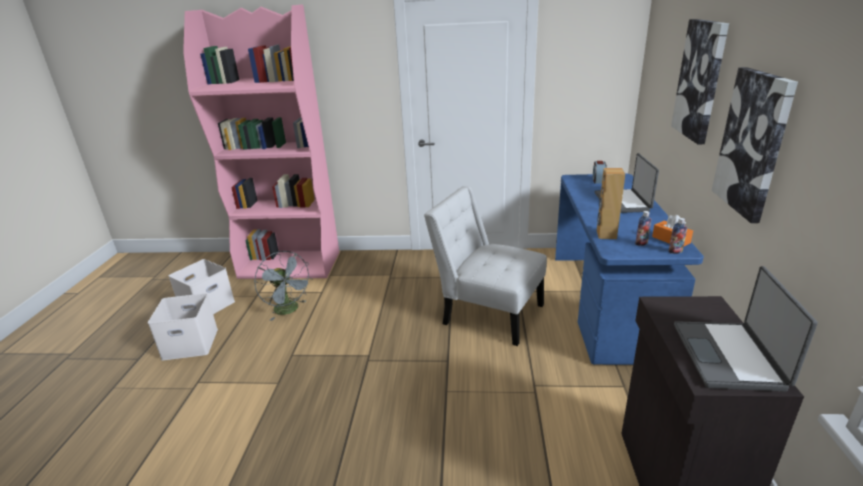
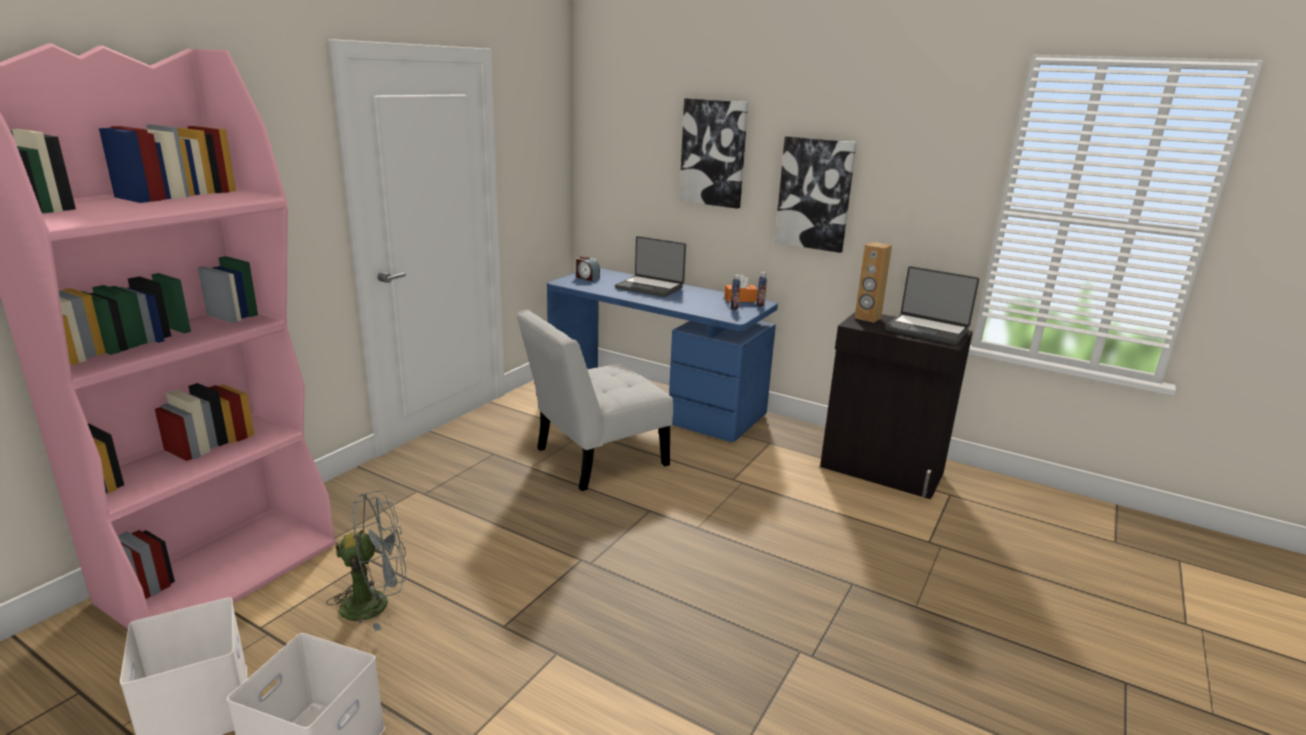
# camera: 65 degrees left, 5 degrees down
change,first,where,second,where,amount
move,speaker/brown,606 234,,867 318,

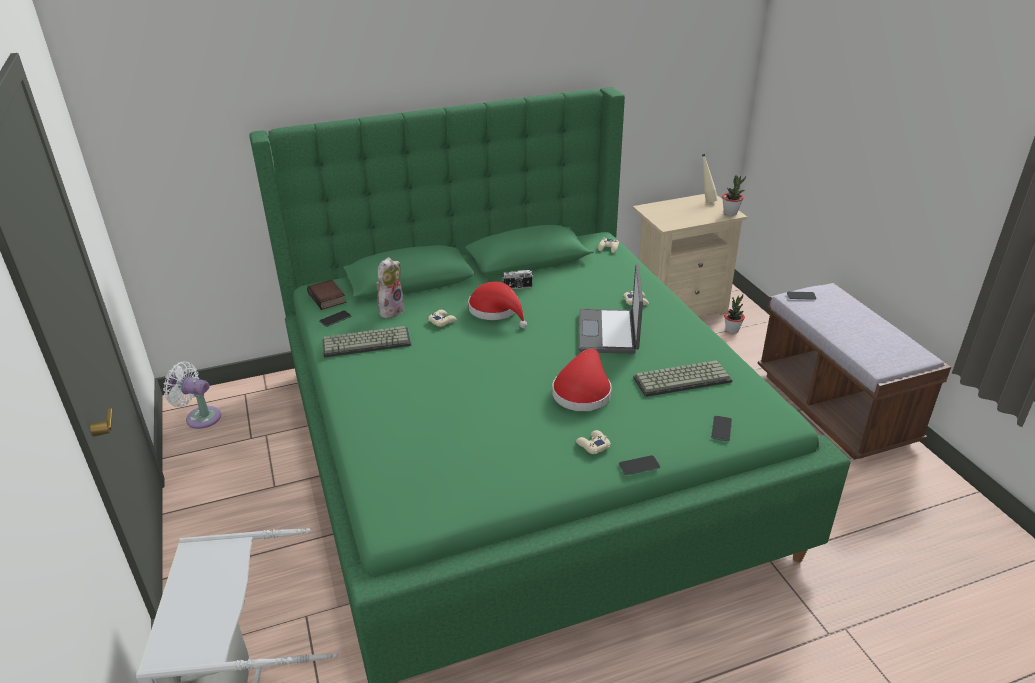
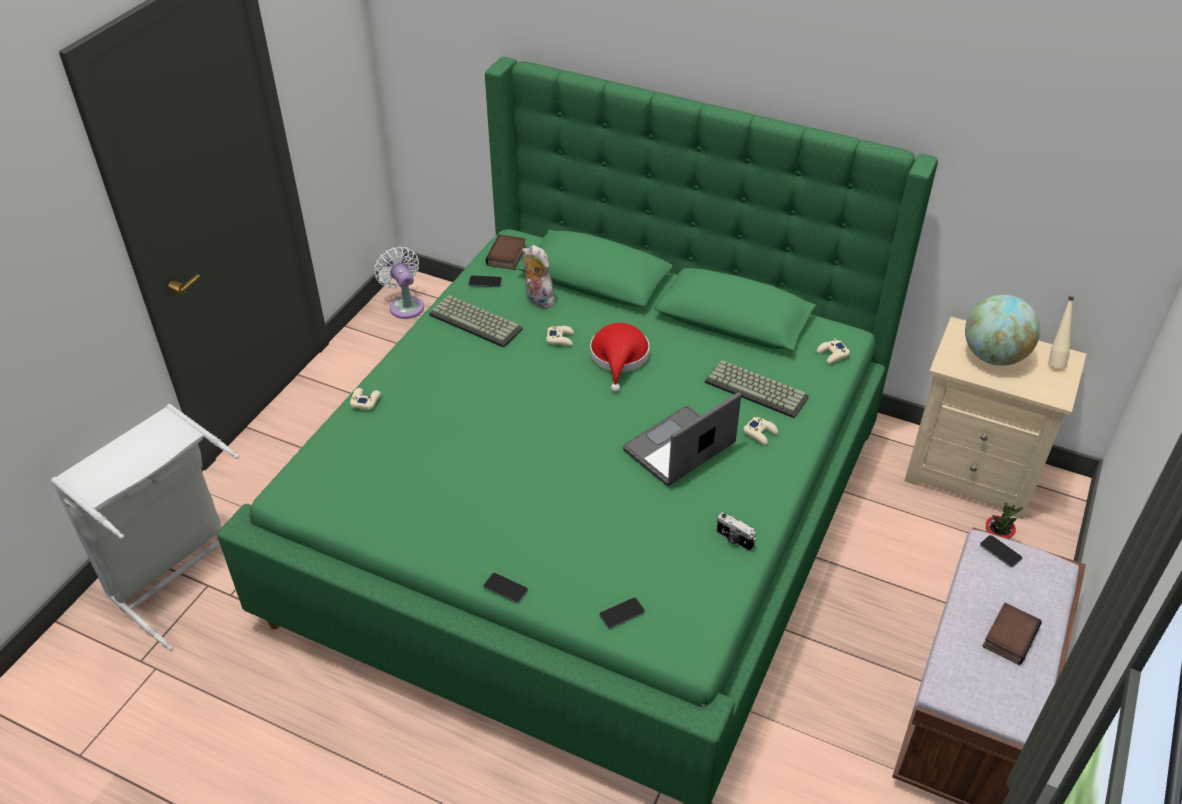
# camera: 45 degrees right, 10 degrees up
change,first,where,second,where,amount
rotate,plush toy,391 310,,537 300,120 degrees counterclockwise
move,photo camera,518 287,,734 540,
delete,hat/red,582 391,,,
move,game controller/beige,593 445,,365 401,
move,keyboard,682 379,,758 389,
delete,potted plant,730 213,,,
insert,,,globe,993 356,
insert,,,book,1009 635,

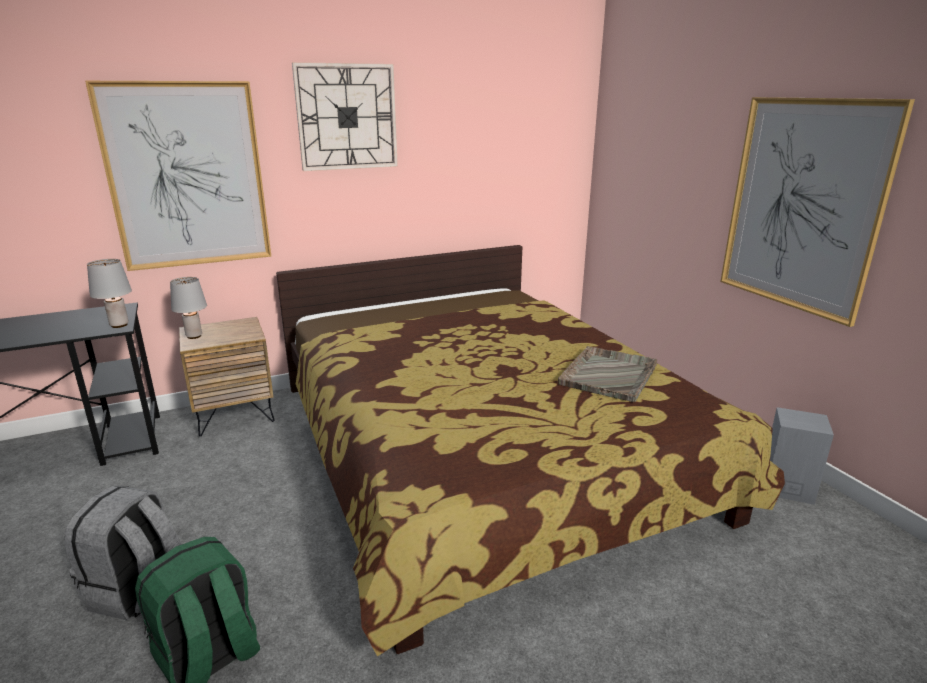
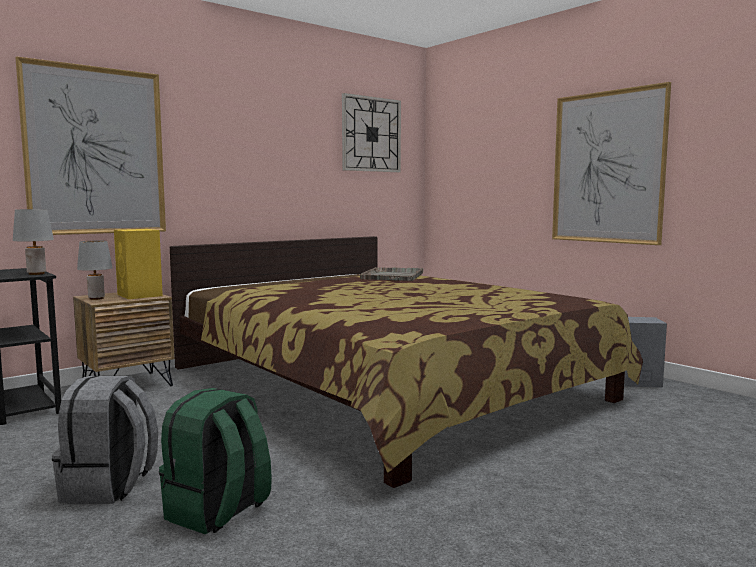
# camera: 15 degrees left, 15 degrees down
change,first,where,second,where,amount
move,wall clock,347 117,,371 134,
move,tray/grey,609 374,,393 276,
insert,,,speaker/yellow,140 295,

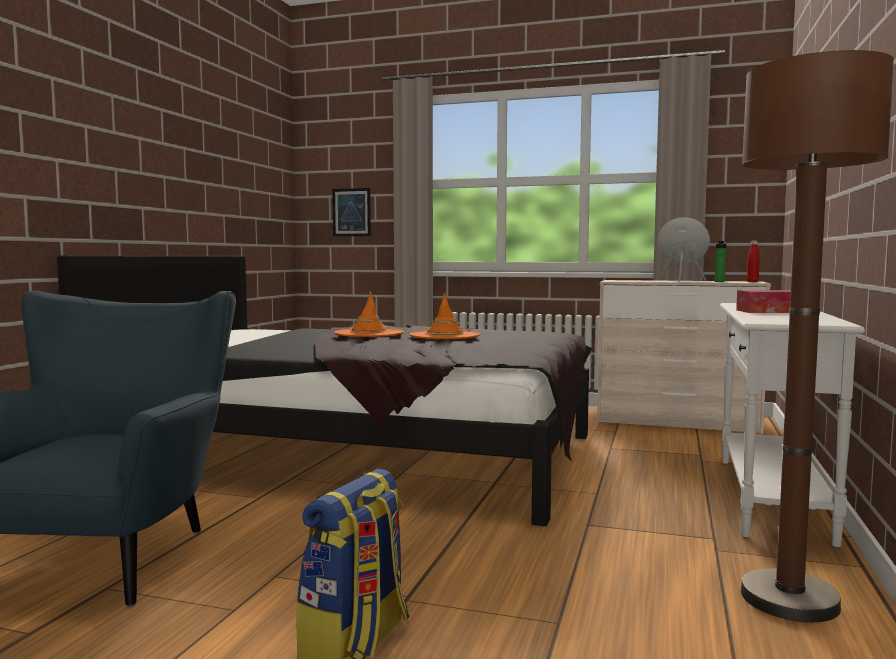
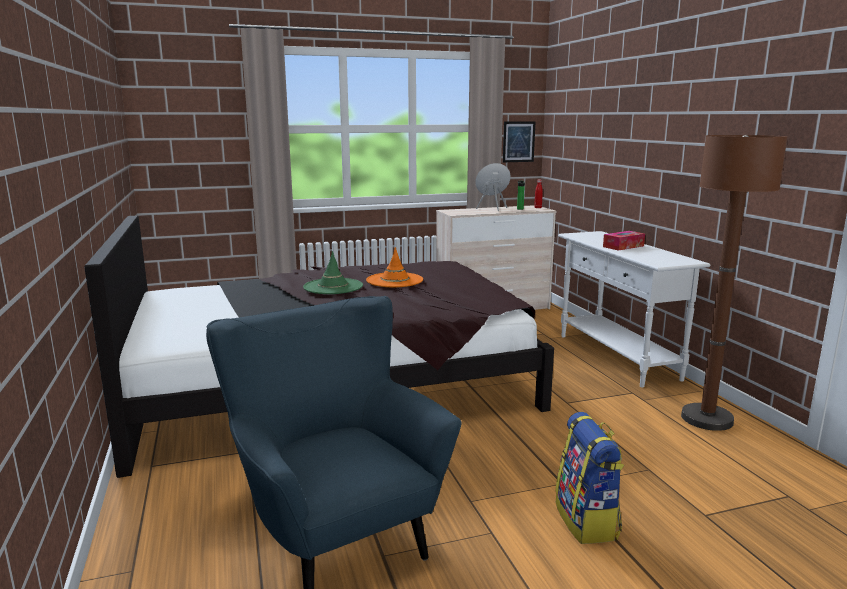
# camera: 35 degrees left, 10 degrees up
change,first,where,second,where,amount
move,picture,351 212,,518 141,
recolor,hat/orange,369 333,hat/green,333 286,

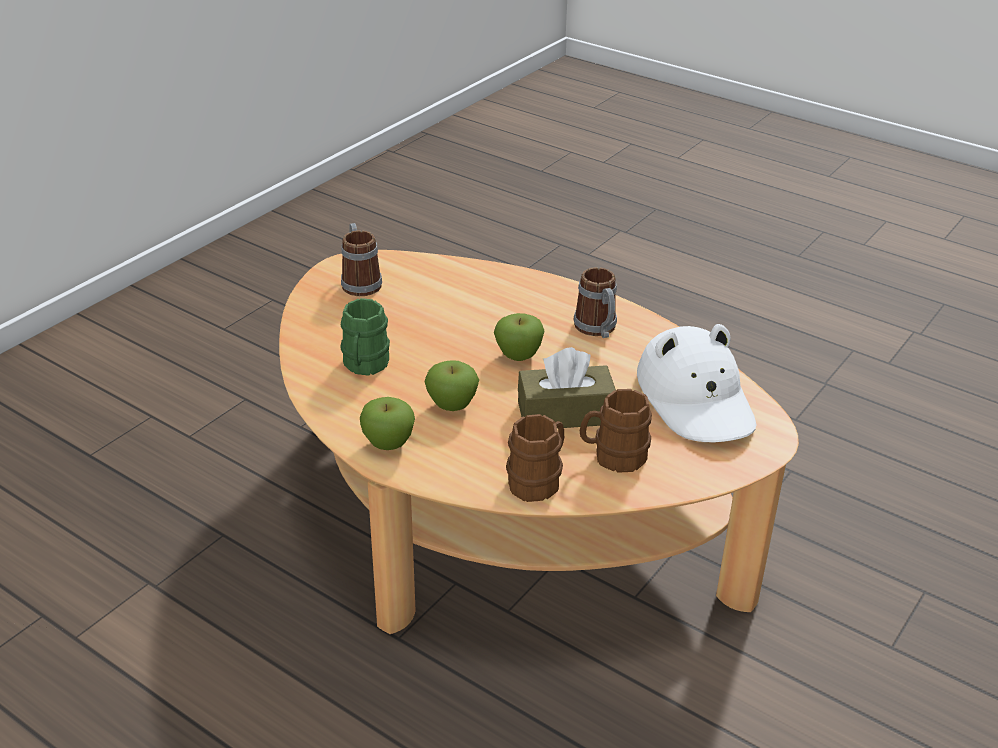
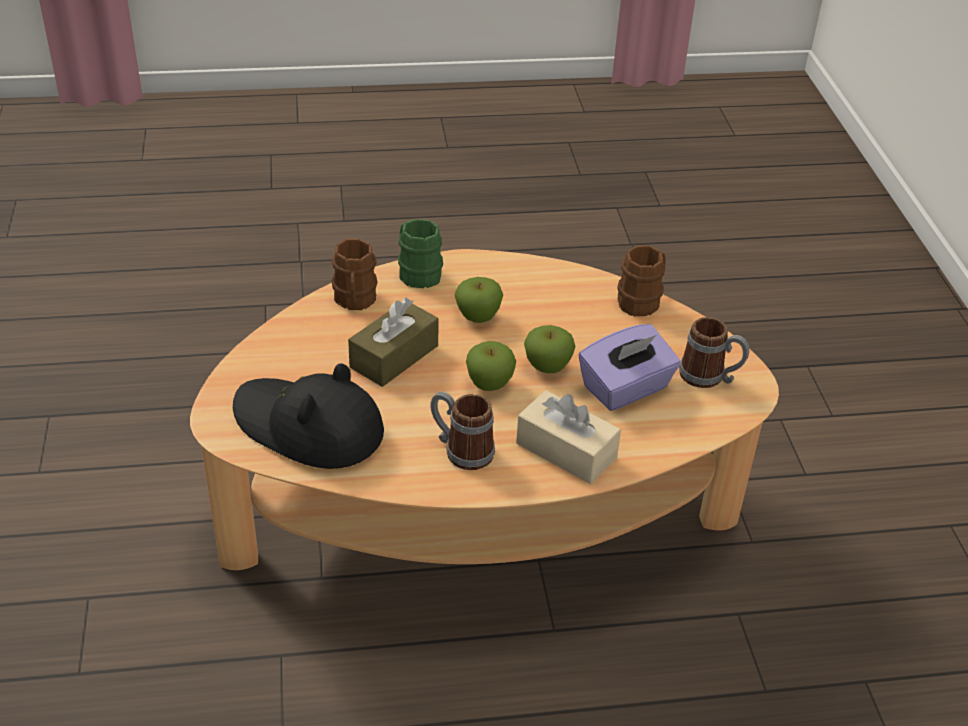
# camera: 135 degrees right, 5 degrees up
change,first,where,second,where,amount
move,mug/green,364 366,,416 272,
move,apple,388 443,,547 367,
move,mug/brown,613 456,,642 300,
recolor,hat/white,696 399,hat/black,308 427,
insert,,,tissue box/beige,566 450,
insert,,,tissue box/purple,626 389,

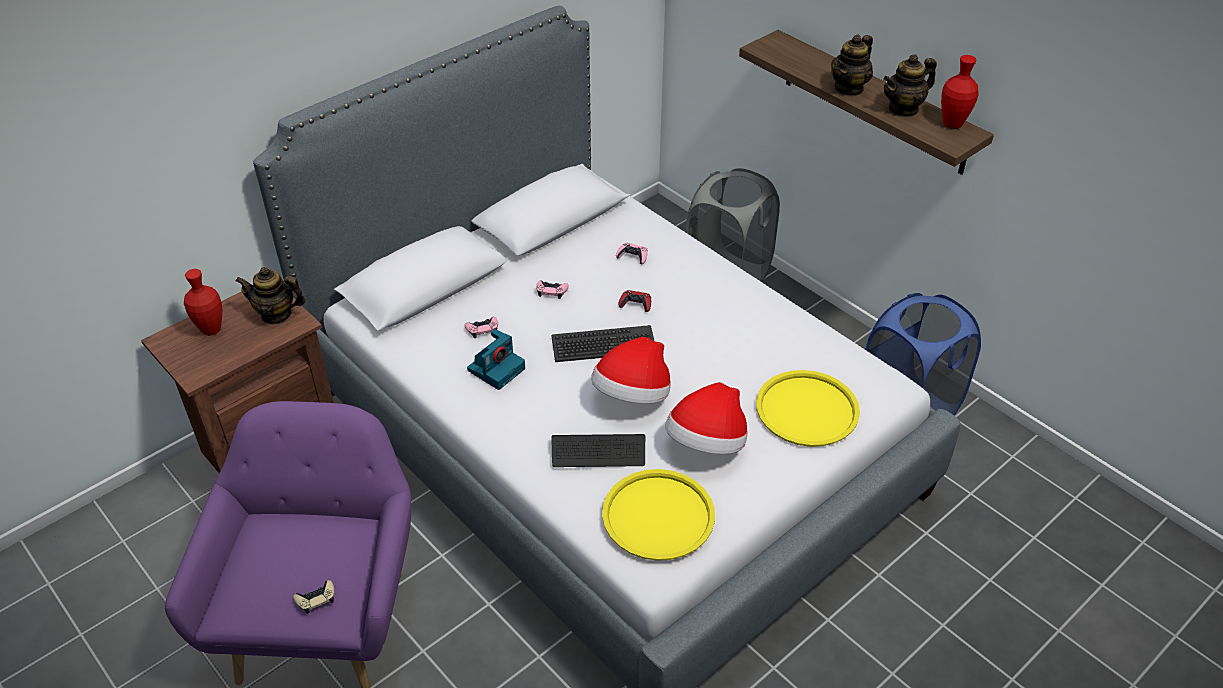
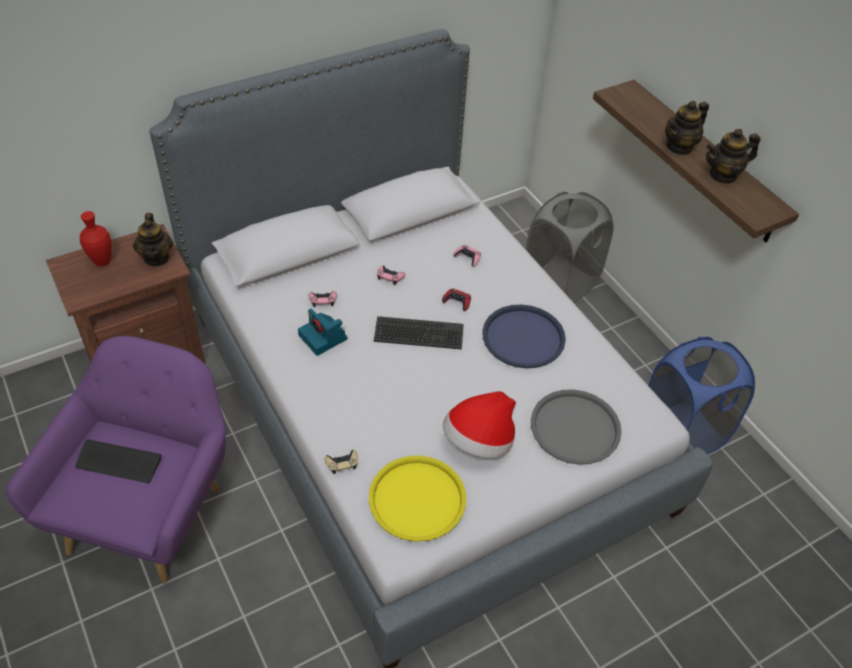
# camera: 10 degrees right, 5 degrees up
change,first,where,second,where,amount
rotate,teapot,276 314,,157 258,120 degrees counterclockwise
move,game controller/beige,316 599,,342 463,
rotate,photo camera,497 368,,324 338,90 degrees clockwise
move,keyboard,598 452,,118 462,
delete,hat,633 395,,,
recolor,tray/yellow,807 409,tray/grey,575 427,
delete,vase/red,952 124,,,
insert,,,tray/blue,523 337,

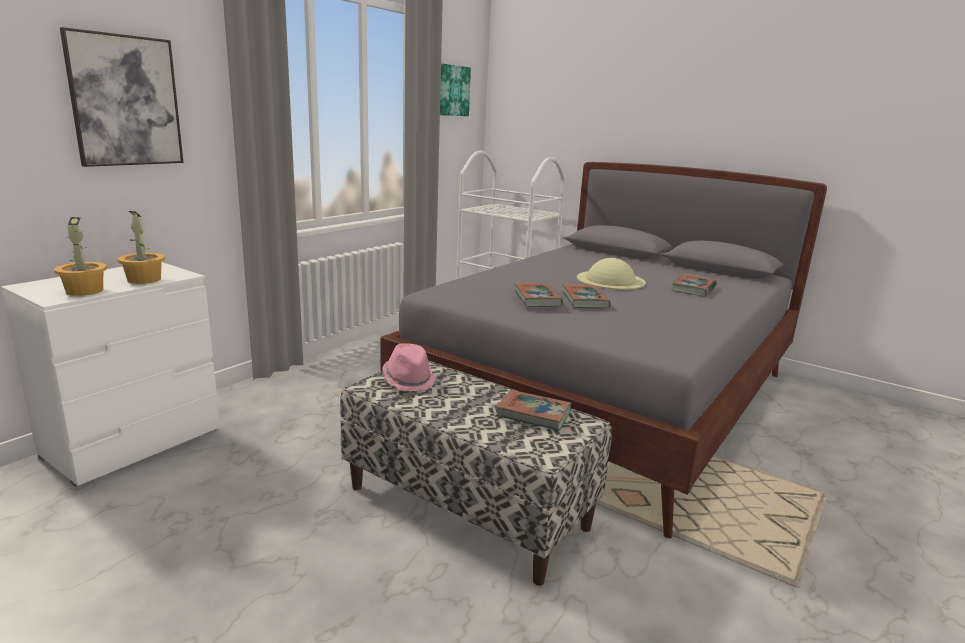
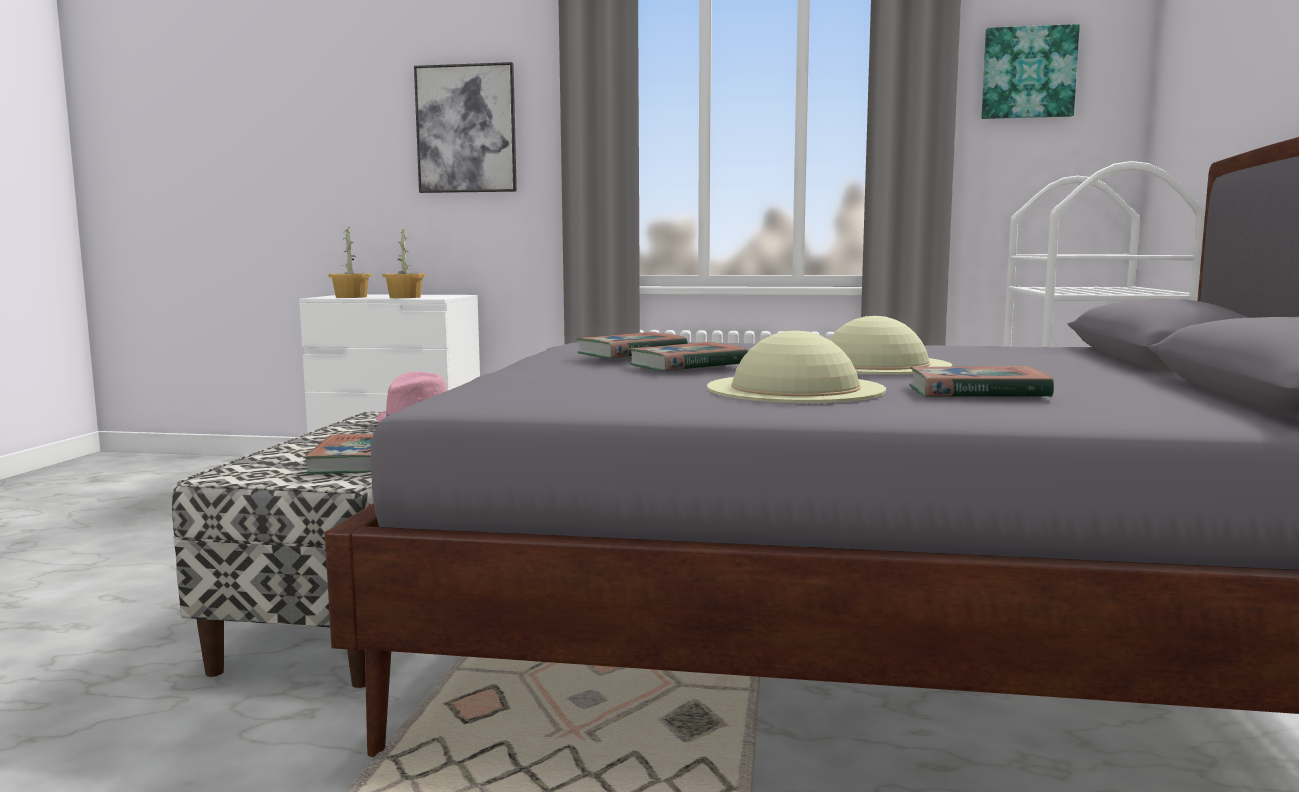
# camera: 65 degrees right, 10 degrees down
change,first,where,second,where,amount
insert,,,hat/beige,795 388,

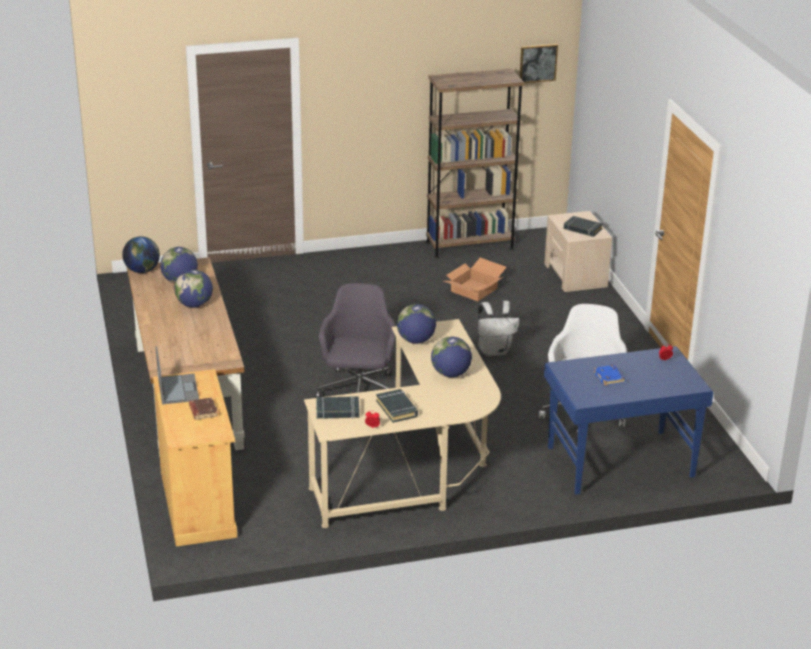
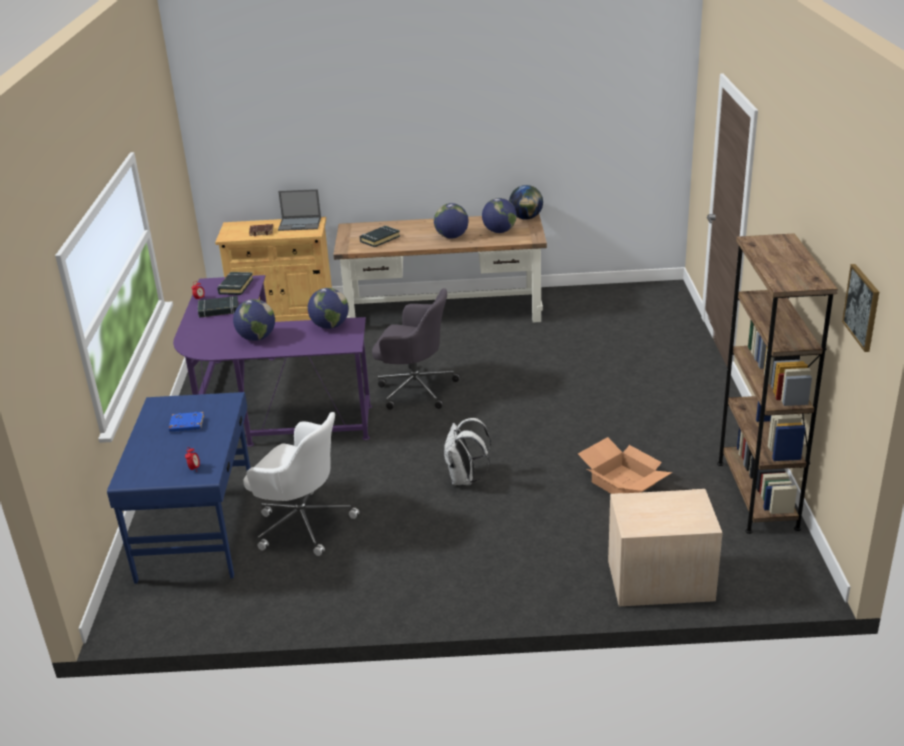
# camera: 105 degrees right, 0 degrees up
change,first,where,second,where,amount
recolor,desk/beige,416 469,desk/purple,266 408,
move,book/black,582 229,,379 239,

